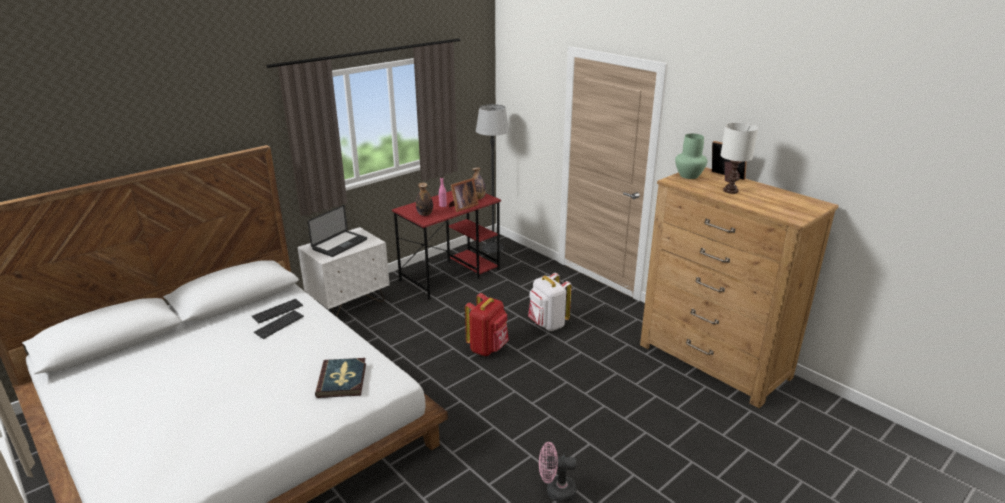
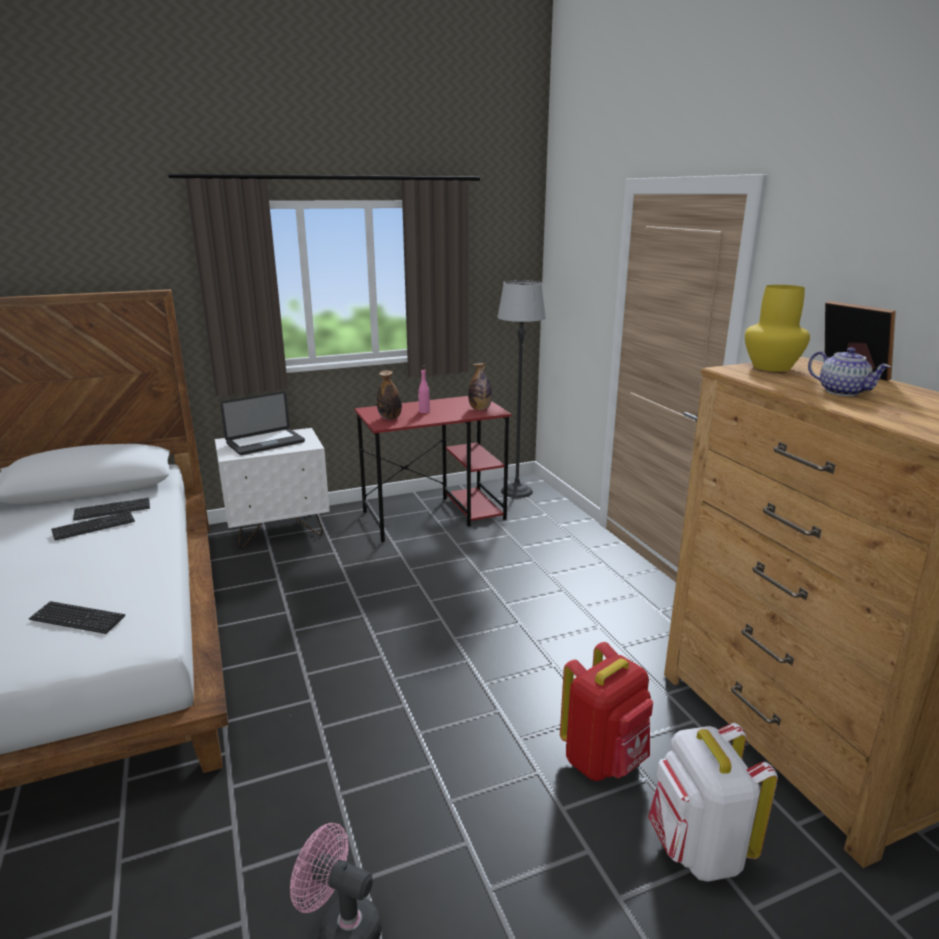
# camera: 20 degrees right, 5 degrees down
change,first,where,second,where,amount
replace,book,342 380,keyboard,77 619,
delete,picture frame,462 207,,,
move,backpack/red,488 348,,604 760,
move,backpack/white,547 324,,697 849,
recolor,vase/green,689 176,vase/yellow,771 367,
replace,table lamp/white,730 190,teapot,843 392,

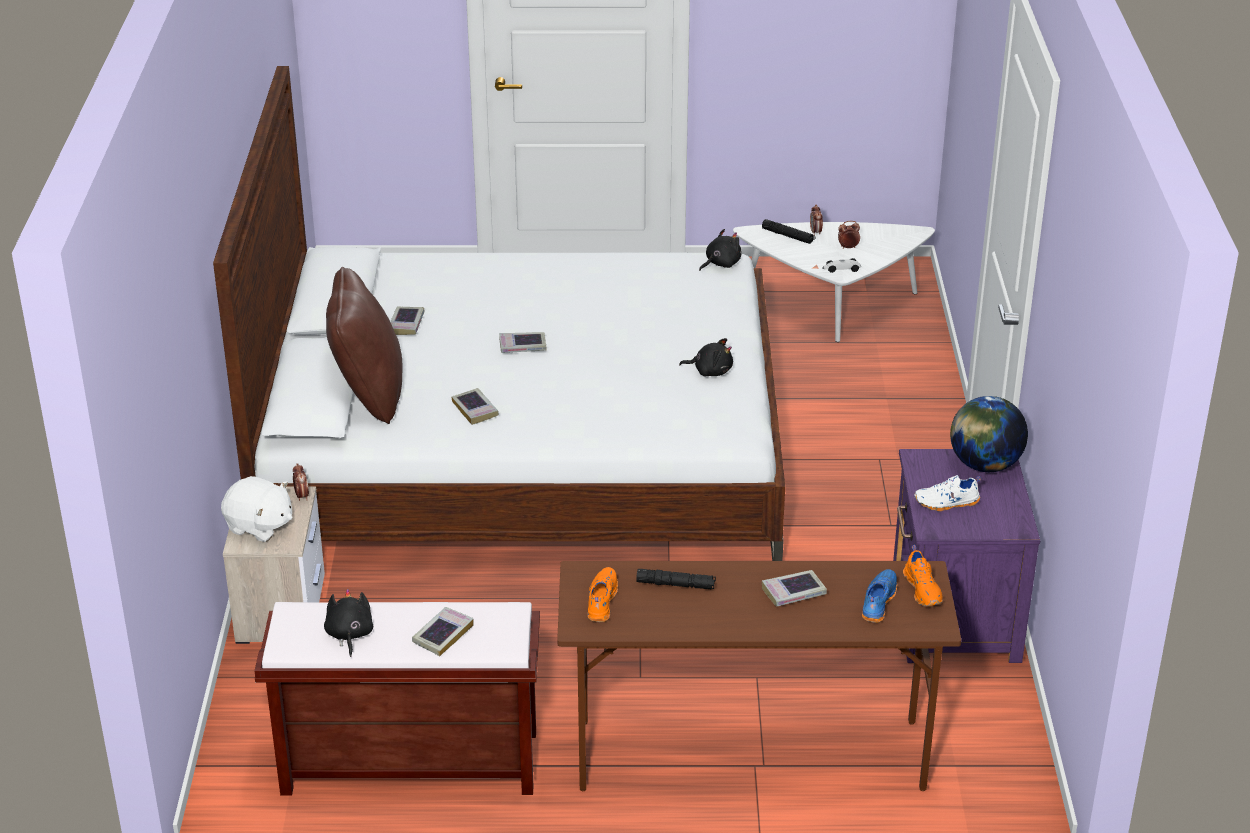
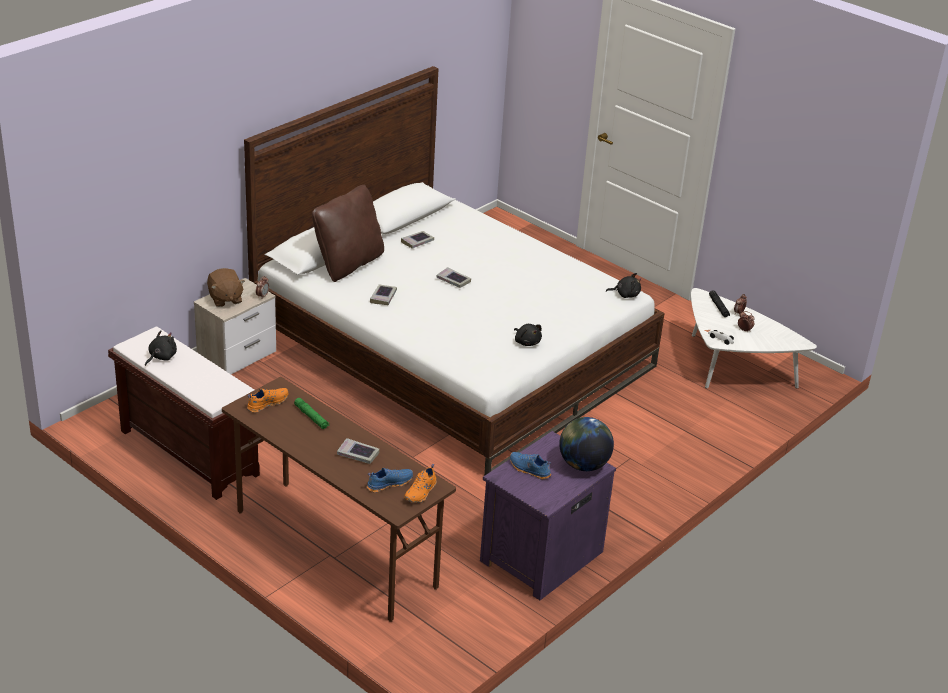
# camera: 40 degrees right, 0 degrees up
change,first,where,second,where,amount
recolor,plush toy/white,259 526,plush toy/brown,225 299,
delete,book,443 635,,,
recolor,flashlight/black,675 584,flashlight/green,311 417,
recolor,shoe/white,947 503,shoe/blue,529 470,

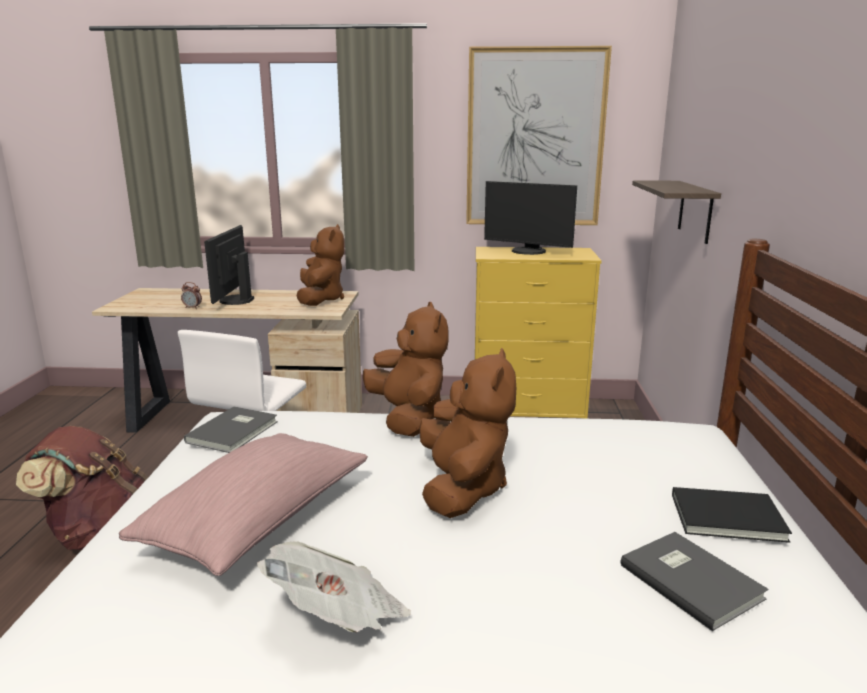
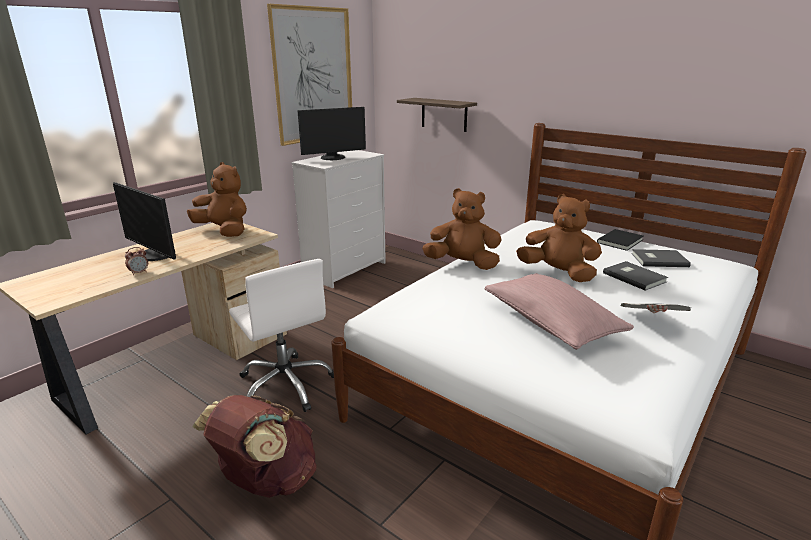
# camera: 55 degrees left, 5 degrees up
change,first,where,second,where,amount
move,book/grey,235 431,,634 277,
recolor,dresser/yellow,528 411,dresser/white,345 269,

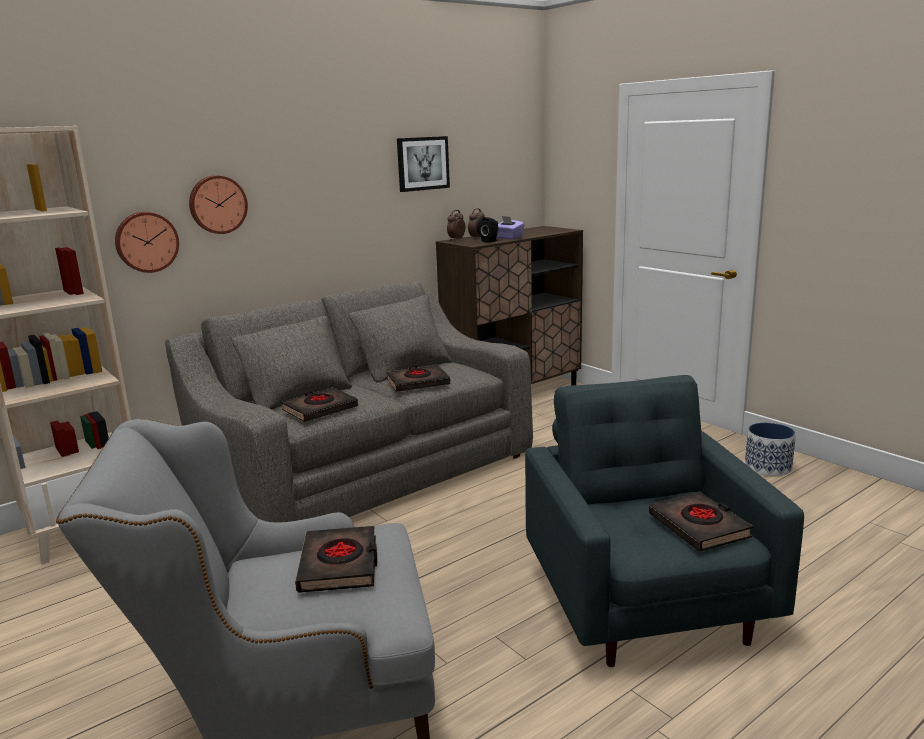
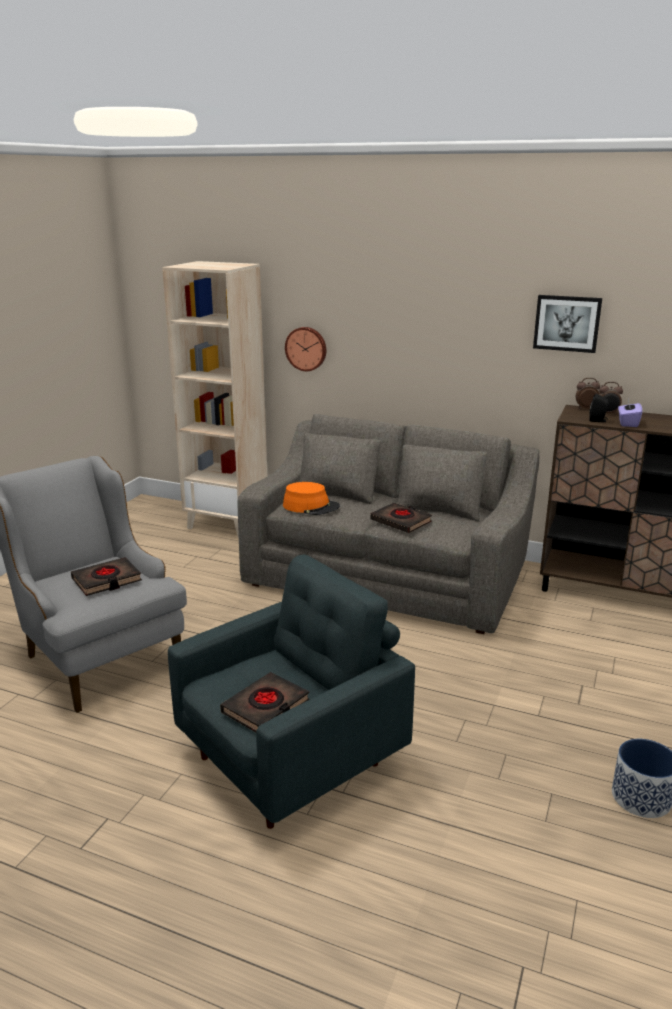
# camera: 60 degrees right, 5 degrees up
change,first,where,second,where,amount
delete,wall clock,217 204,,,
replace,book/black,320 409,hat/orange,311 506,

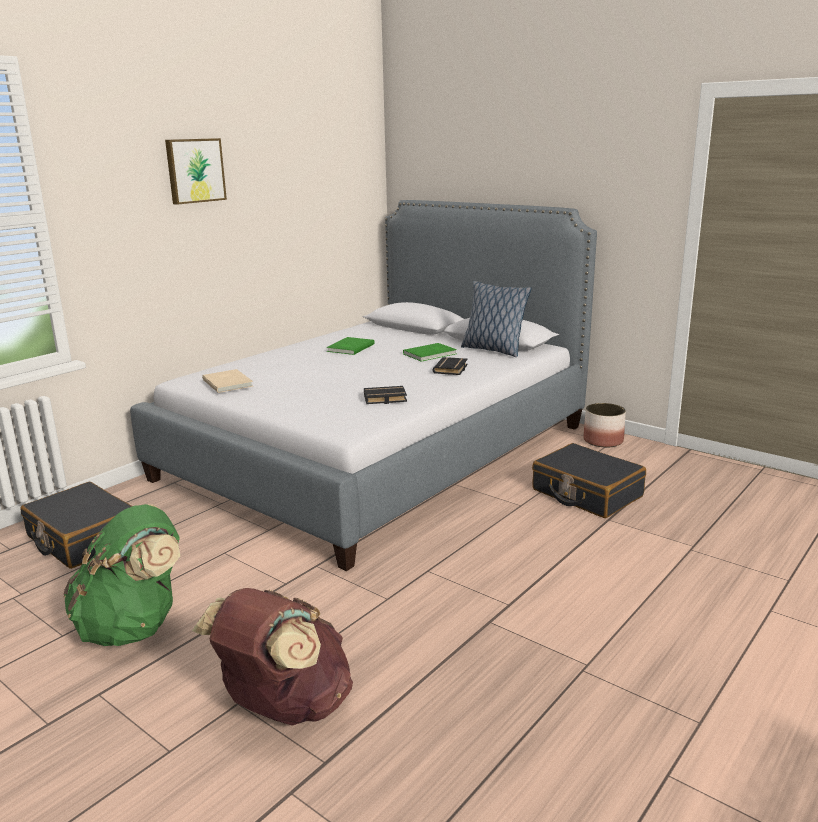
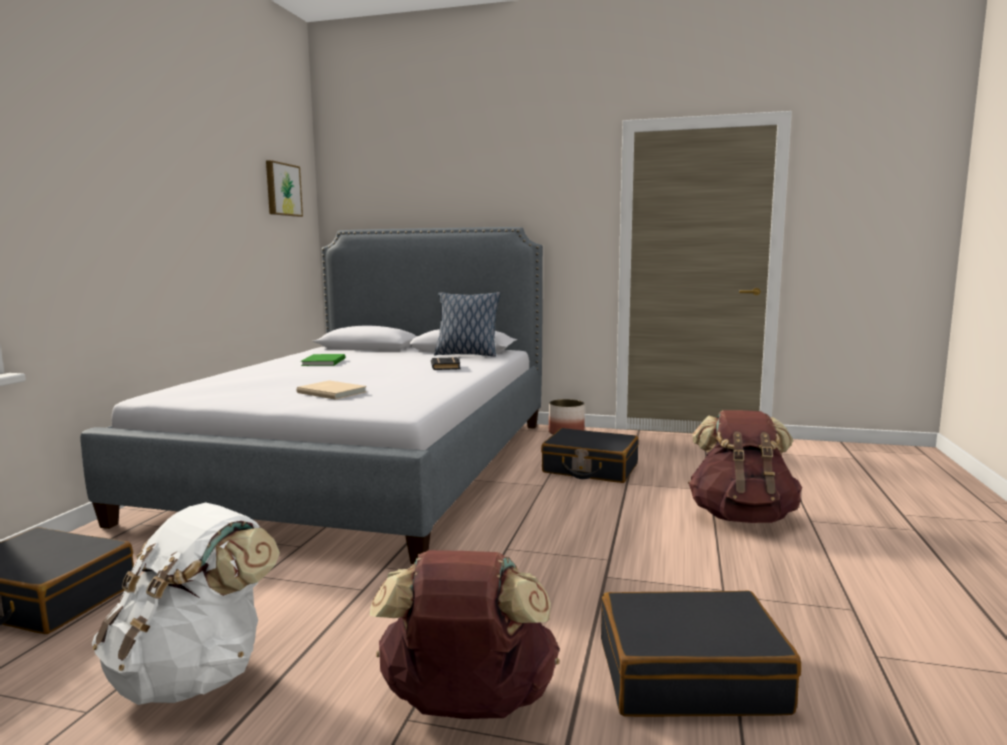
# camera: 25 degrees left, 10 degrees down
change,first,where,second,where,amount
recolor,backpack/green,134 626,backpack/white,195 675,
move,picture,194 170,,282 189,
move,book/beige,228 382,,332 392,
delete,book/black,384 399,,,
delete,book/green,431 354,,,
insert,,,suitcase/black,690 675,
insert,,,backpack/brown,741 517,

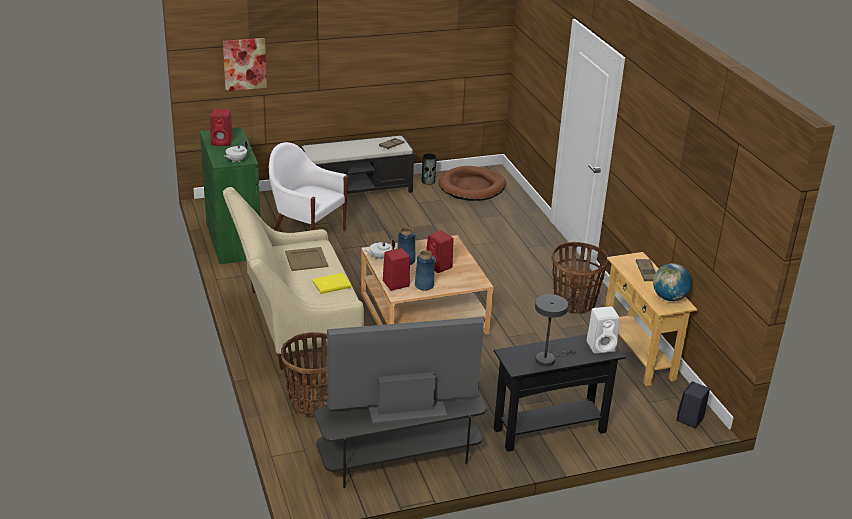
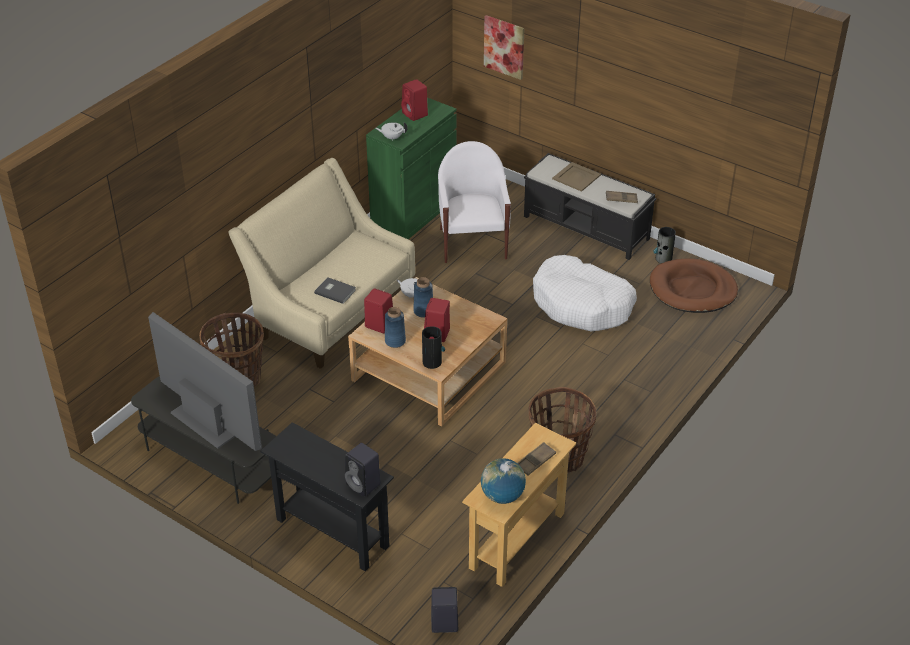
# camera: 55 degrees right, 10 degrees up
change,first,where,second,where,amount
move,tray/beige,307 259,,576 177,
recolor,book/yellow,330 284,book/grey,335 291,
delete,table lamp/grey,548 359,,,
recolor,speaker/white,601 346,speaker/black,364 485,
insert,,,vase,432 361,
insert,,,dog bed/white,582 304,

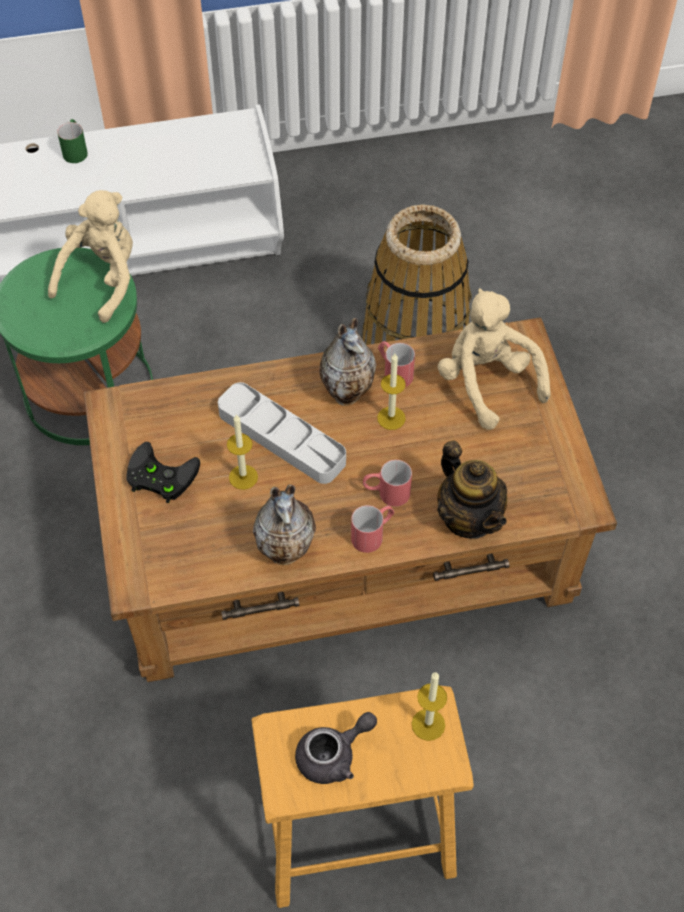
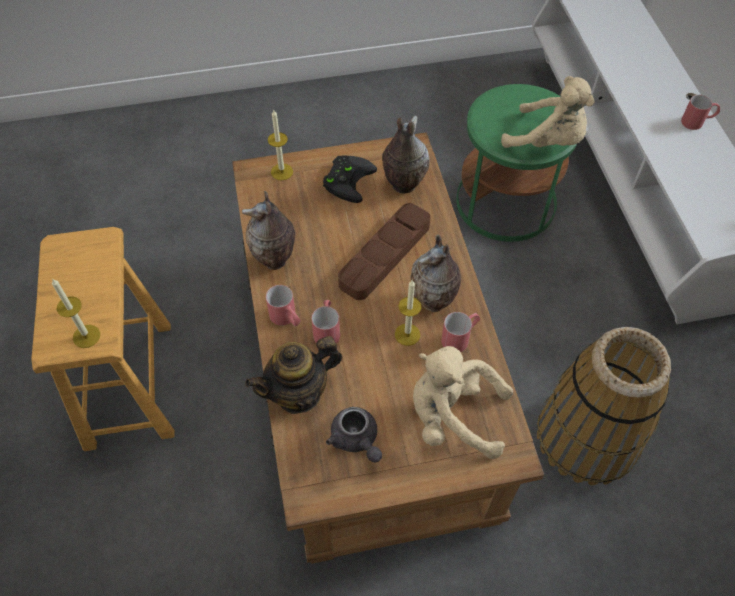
# camera: 90 degrees right, 0 degrees up
change,first,where,second,where,amount
recolor,mug/green,75 149,mug/red,697 122,
recolor,tray/grey,281 437,tray/brown,385 255,
move,candle,243 477,,282 172,
move,teapot/grey,333 755,,356 440,
rotate,plush toy/beige,487 382,,453 416,135 degrees counterclockwise
insert,,,vase,402 185,

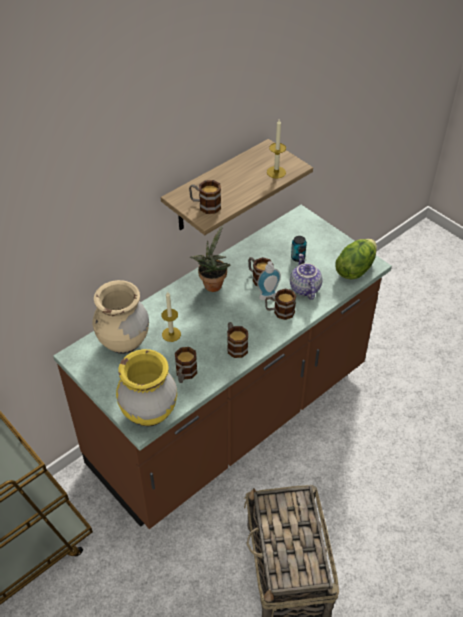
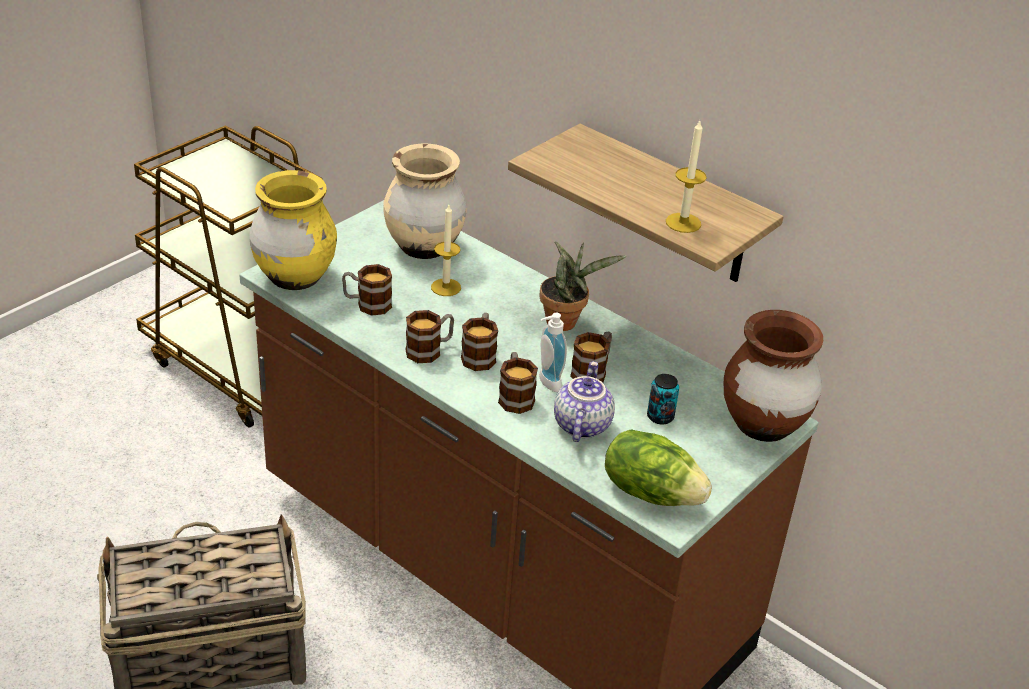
# camera: 80 degrees right, 10 degrees down
change,first,where,second,where,amount
move,mug,205 205,,480 355,
rotate,teapot,304 288,,580 424,60 degrees counterclockwise
insert,,,vase/brown,762 425,

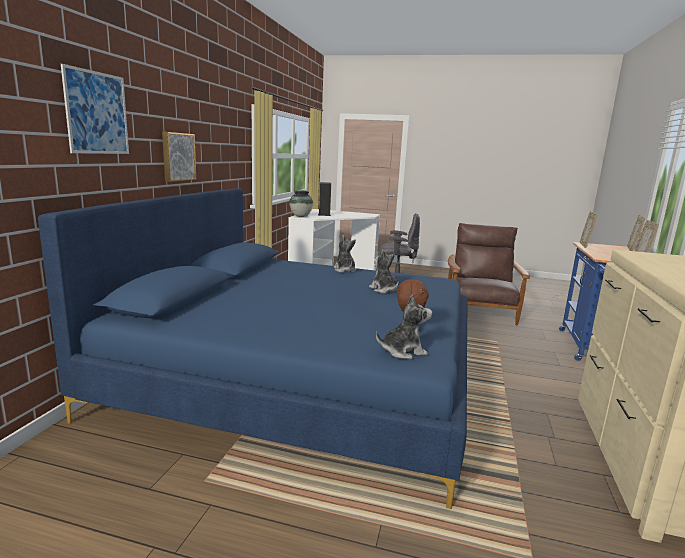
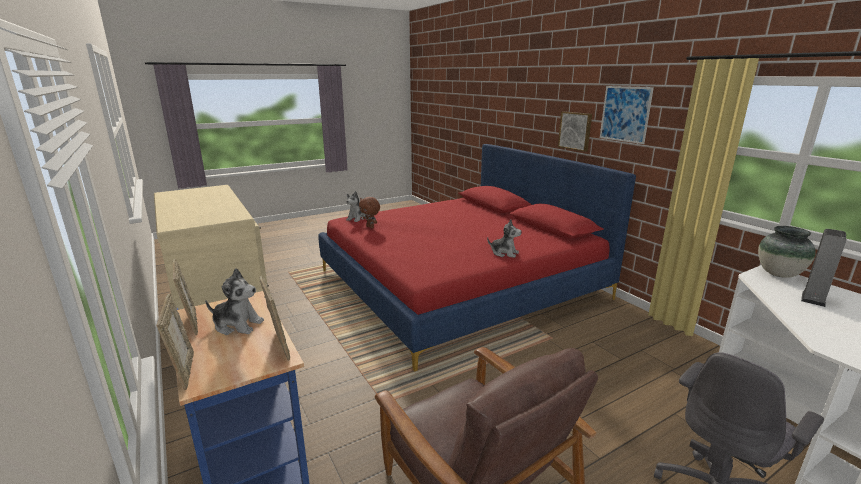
# camera: 135 degrees right, 5 degrees up
change,first,where,second,where,amount
recolor,bed/blue,304 374,bed/red,459 284,
move,picture,97 113,,625 114,
move,plush toy,384 290,,237 325,

